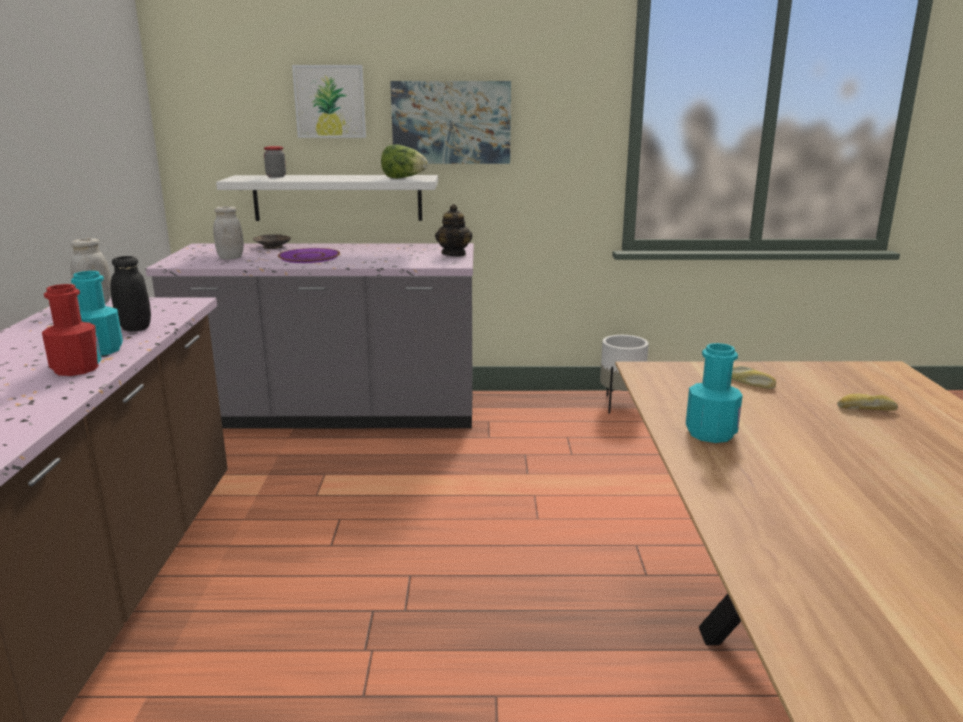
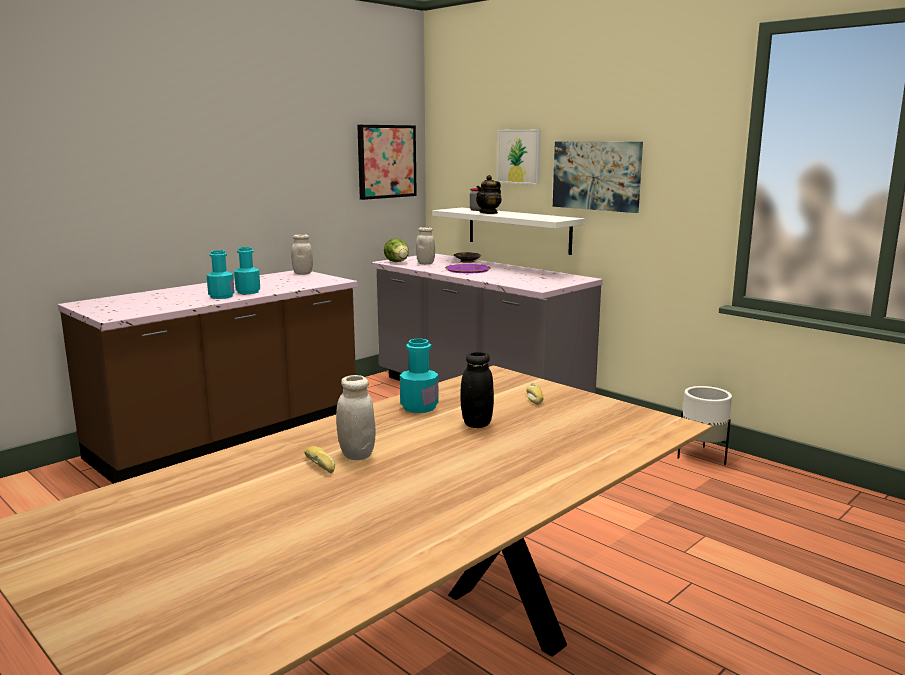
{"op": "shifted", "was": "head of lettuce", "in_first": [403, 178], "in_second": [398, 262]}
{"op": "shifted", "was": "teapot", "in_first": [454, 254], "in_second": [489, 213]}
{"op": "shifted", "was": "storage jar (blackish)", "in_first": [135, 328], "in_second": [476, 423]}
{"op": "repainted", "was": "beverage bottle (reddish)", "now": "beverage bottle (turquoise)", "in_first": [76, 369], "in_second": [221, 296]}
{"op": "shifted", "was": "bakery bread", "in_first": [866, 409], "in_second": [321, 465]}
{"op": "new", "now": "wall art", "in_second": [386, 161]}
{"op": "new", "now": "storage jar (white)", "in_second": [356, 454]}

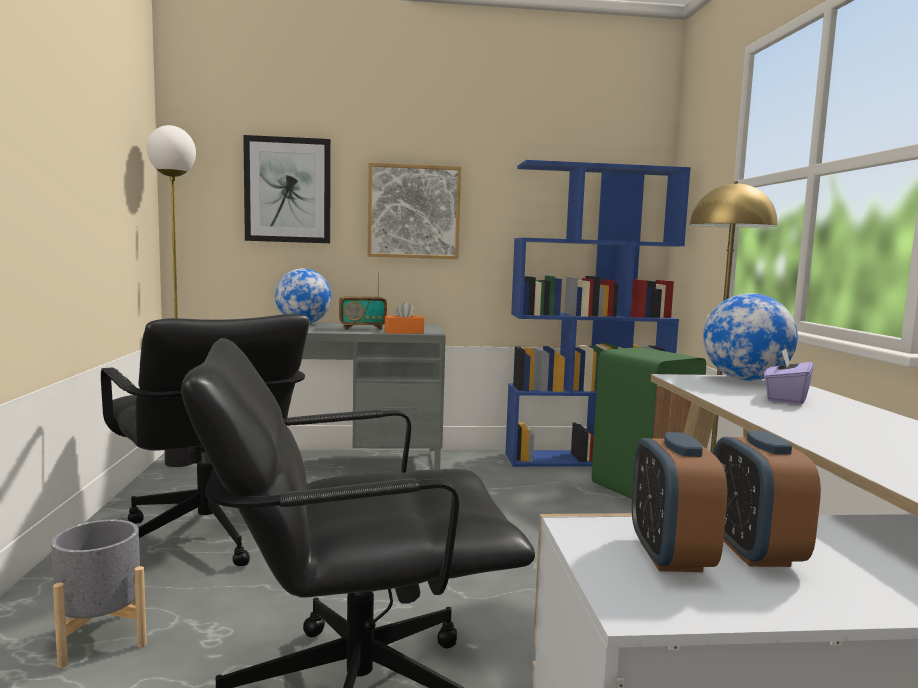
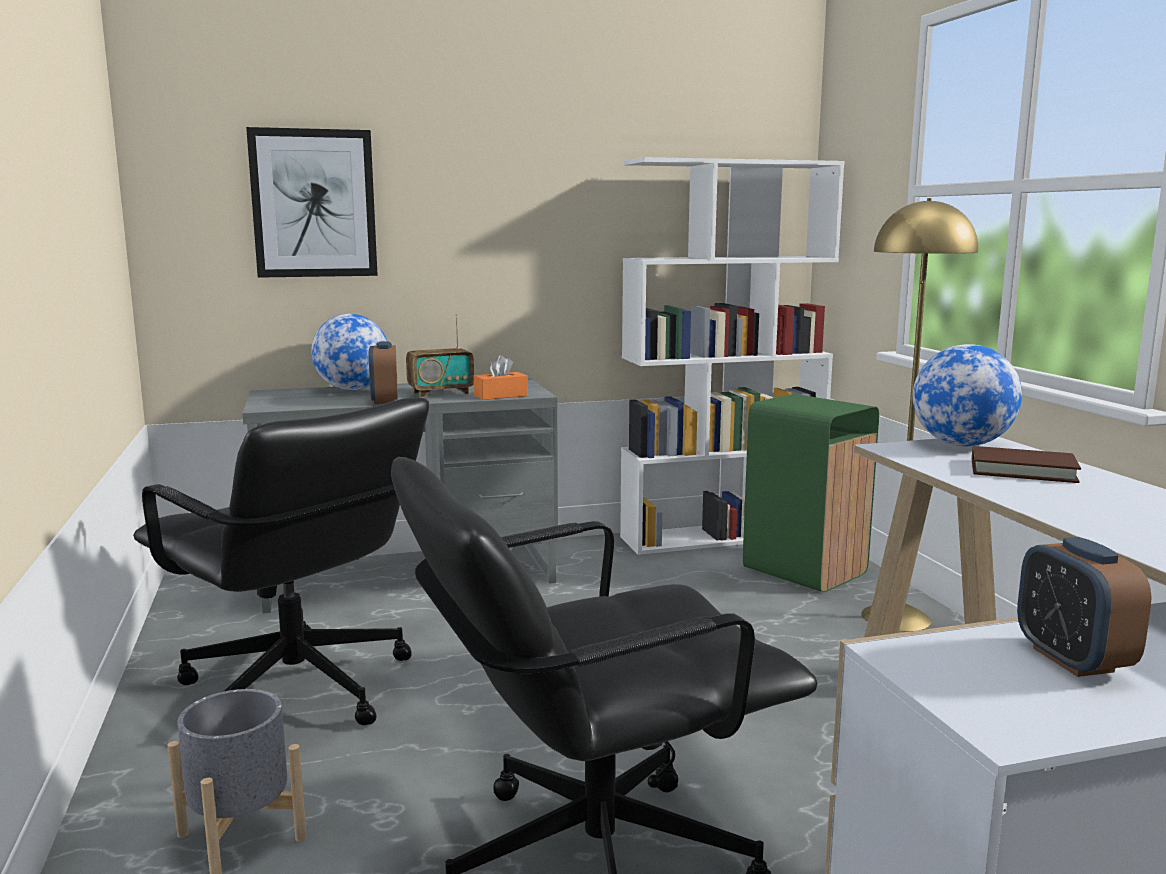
{"op": "gone", "was": "floor lamp", "in_first": [179, 462]}
{"op": "repainted", "was": "bookcase (blue-coloured)", "now": "bookcase (white)", "in_first": [585, 459], "in_second": [721, 536]}
{"op": "gone", "was": "wall art", "in_first": [414, 212]}
{"op": "swapped", "was": "box of tissues (purple-coloured)", "now": "volume (brown-coloured)", "in_first": [785, 398], "in_second": [1022, 470]}
{"op": "shifted", "was": "table clock", "in_first": [670, 556], "in_second": [384, 401]}

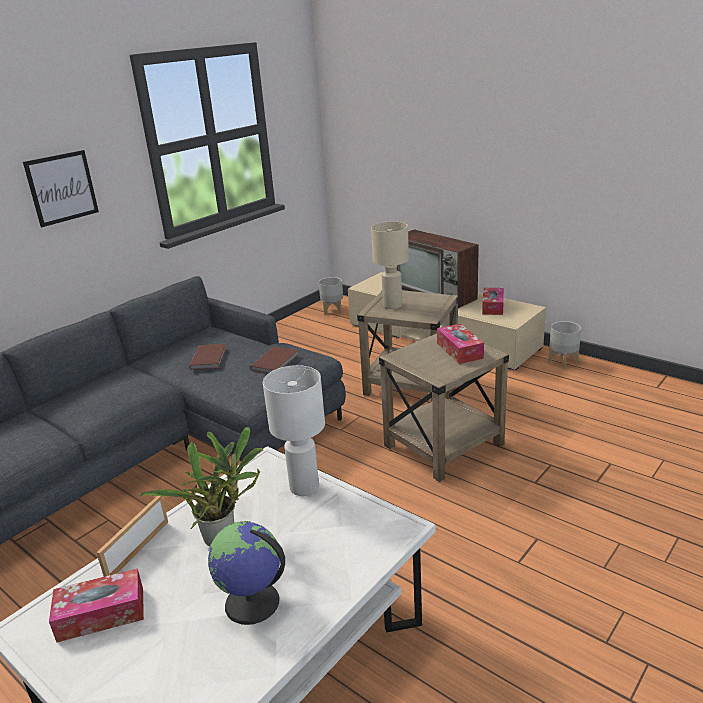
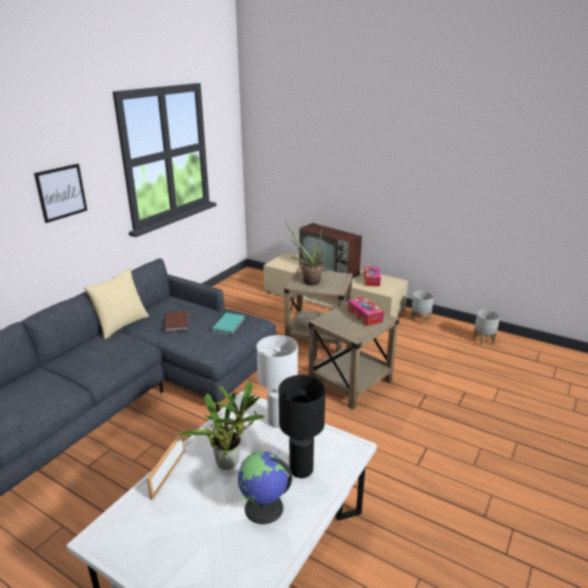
{"op": "swapped", "was": "table lamp (beige)", "now": "plant in a pot", "in_first": [392, 305], "in_second": [308, 281]}
{"op": "shifted", "was": "plant pot (grey)", "in_first": [332, 310], "in_second": [483, 340]}
{"op": "repainted", "was": "volume (brown-coloured)", "now": "volume (turquoise)", "in_first": [276, 362], "in_second": [229, 325]}
{"op": "gone", "was": "box of tissues", "in_first": [101, 614]}
{"op": "new", "now": "pillow", "in_second": [121, 324]}
{"op": "new", "now": "table lamp (blackish)", "in_second": [301, 469]}

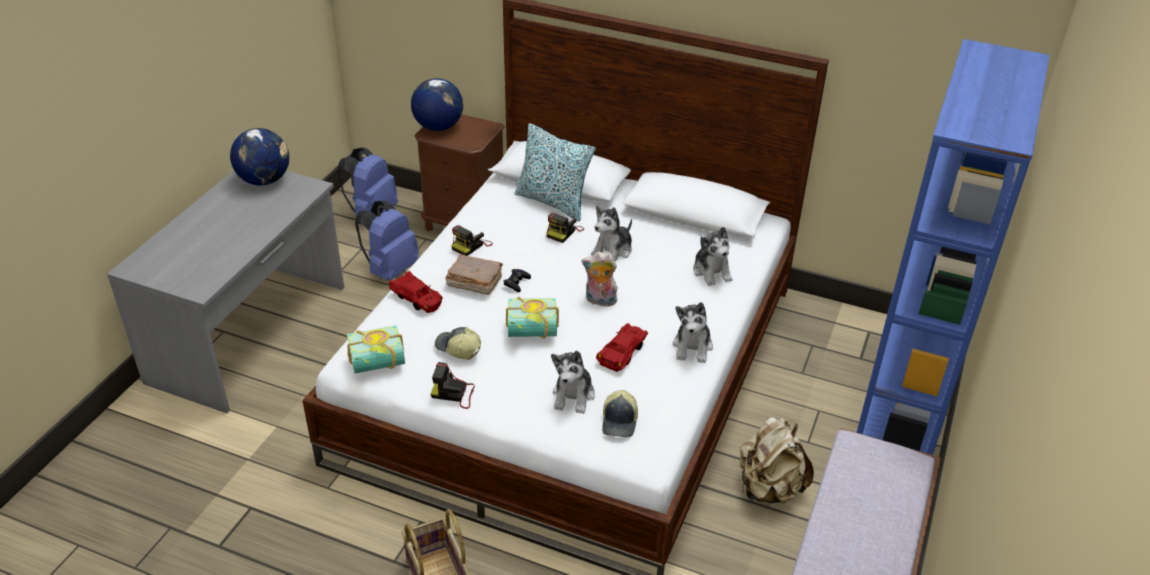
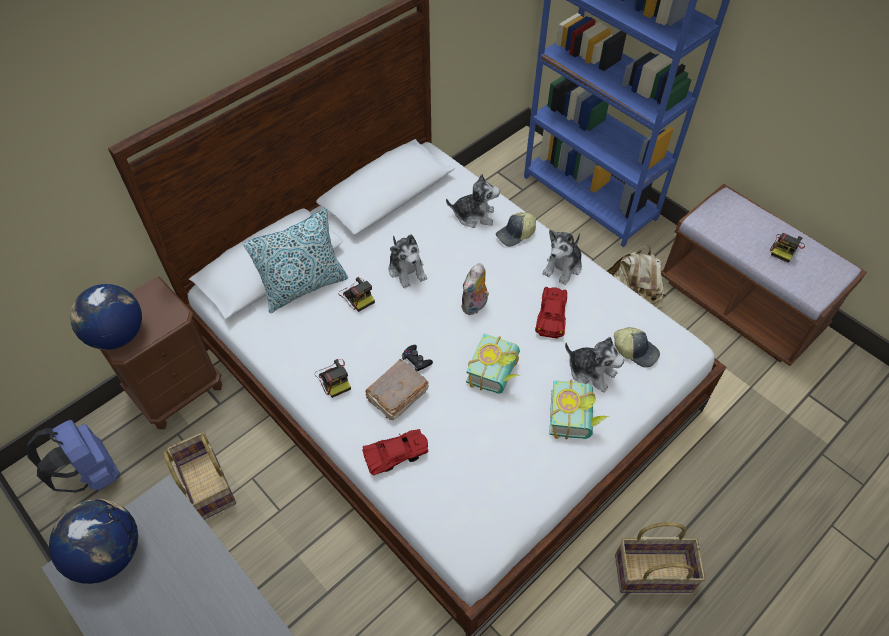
{"op": "swapped", "was": "rucksack (blue-coloured)", "now": "household basket", "in_first": [390, 269], "in_second": [206, 485]}
{"op": "rotated", "was": "soft toy", "in_first": [692, 347], "in_second": [563, 267], "clockwise": 90}
{"op": "rotated", "was": "miniature car (reddish)", "in_first": [623, 352], "in_second": [551, 316], "clockwise": 45}
{"op": "shifted", "was": "volume", "in_first": [378, 365], "in_second": [576, 417]}
{"op": "shifted", "was": "cap", "in_first": [457, 348], "in_second": [516, 234]}
{"op": "shifted", "was": "photo camera", "in_first": [454, 394], "in_second": [785, 248]}

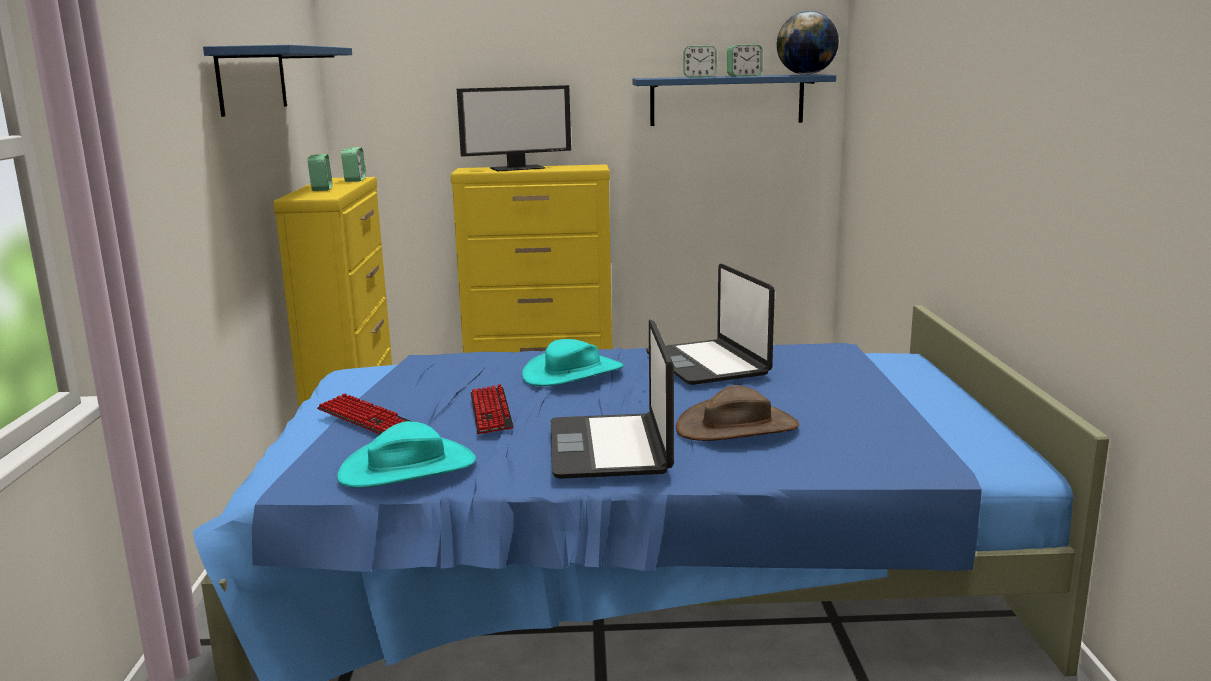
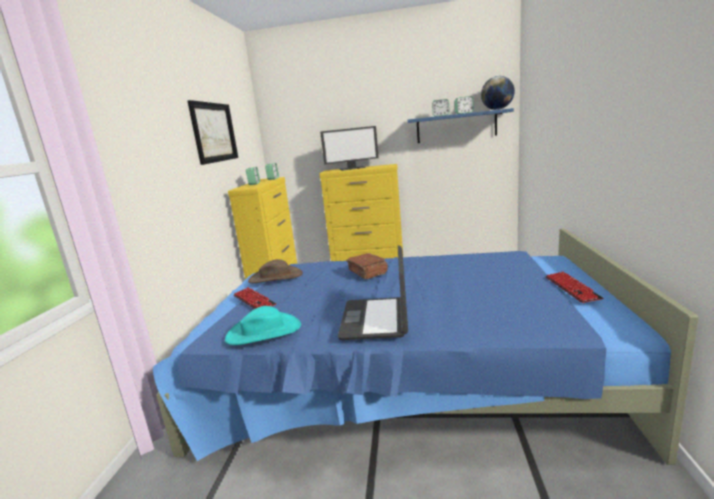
{"op": "swapped", "was": "wall shelf (blue-coloured)", "now": "wall art", "in_first": [252, 79], "in_second": [214, 132]}
{"op": "gone", "was": "notebook computer", "in_first": [708, 364]}
{"op": "swapped", "was": "clothing hat (turquoise)", "now": "volume (brown-coloured)", "in_first": [573, 373], "in_second": [367, 272]}
{"op": "shifted", "was": "PC keyboard", "in_first": [491, 412], "in_second": [572, 288]}
{"op": "shifted", "was": "clothing hat (brown-coloured)", "in_first": [737, 427], "in_second": [275, 277]}

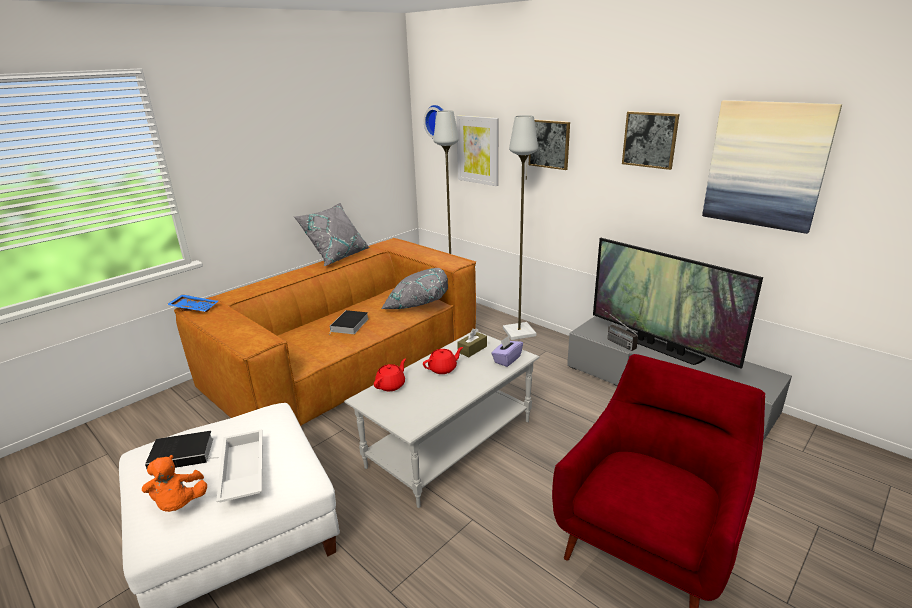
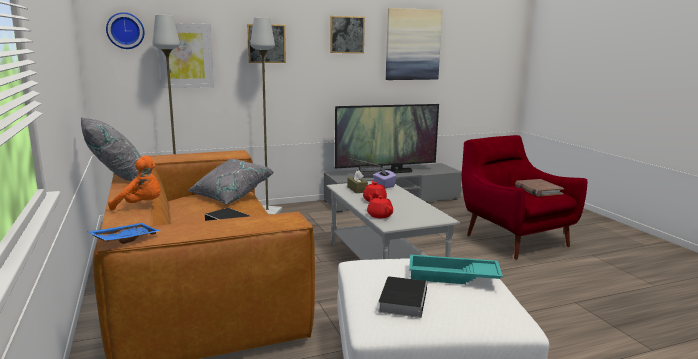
{"op": "repainted", "was": "tray (white)", "now": "tray (turquoise)", "in_first": [242, 472], "in_second": [452, 276]}
{"op": "shifted", "was": "soft toy (orange-coloured)", "in_first": [179, 504], "in_second": [141, 206]}
{"op": "new", "now": "volume (brown-coloured)", "in_second": [538, 190]}

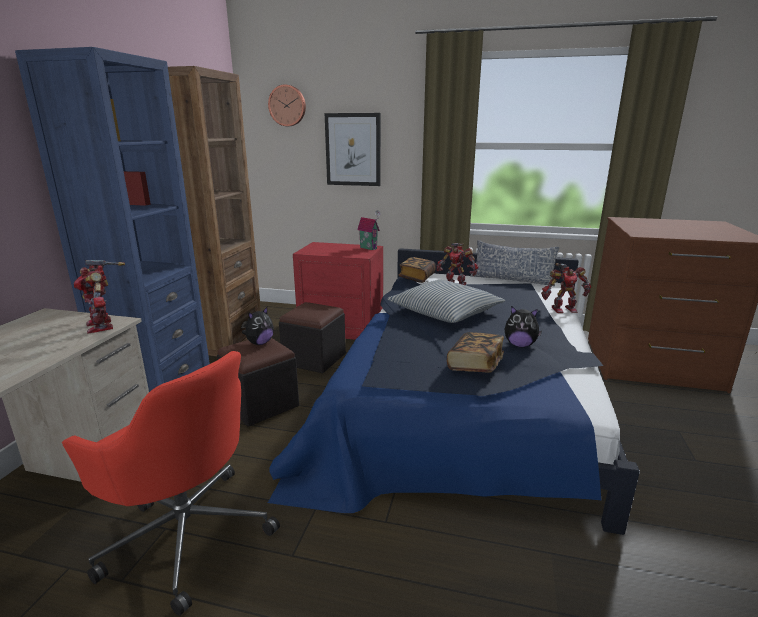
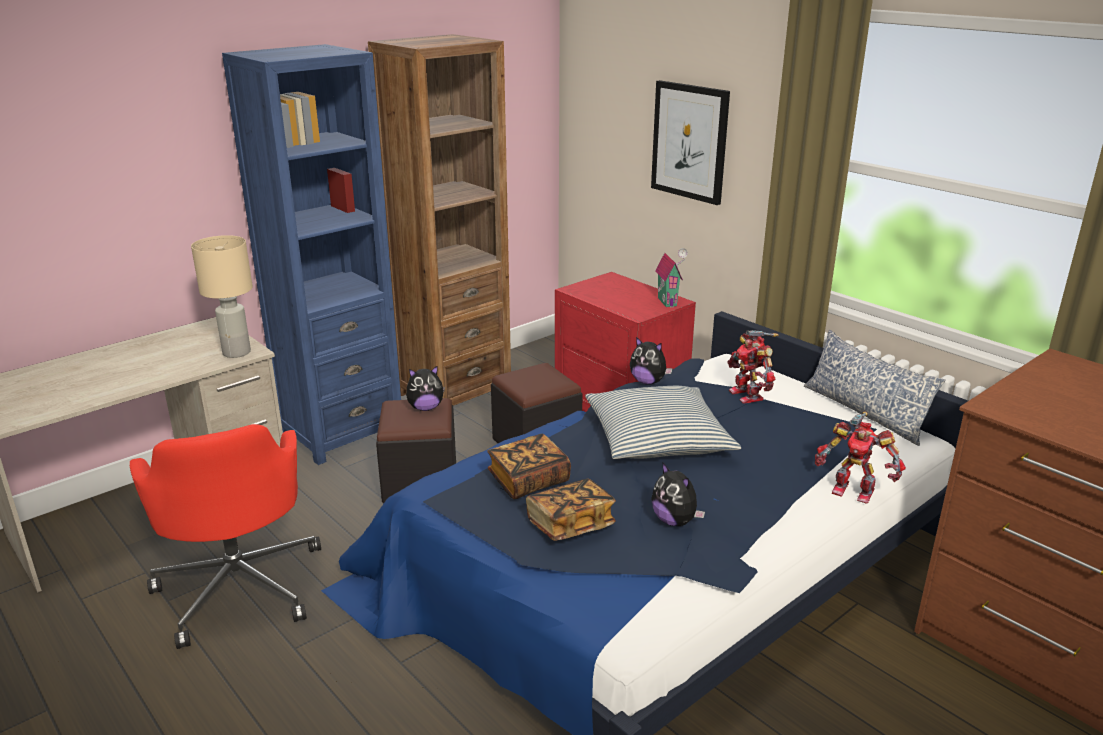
{"op": "gone", "was": "clock on the wall", "in_first": [287, 105]}
{"op": "shifted", "was": "volume", "in_first": [417, 277], "in_second": [528, 480]}
{"op": "swapped", "was": "robot figure", "now": "table lamp (beige)", "in_first": [103, 325], "in_second": [237, 353]}
{"op": "new", "now": "soft toy", "in_second": [648, 382]}

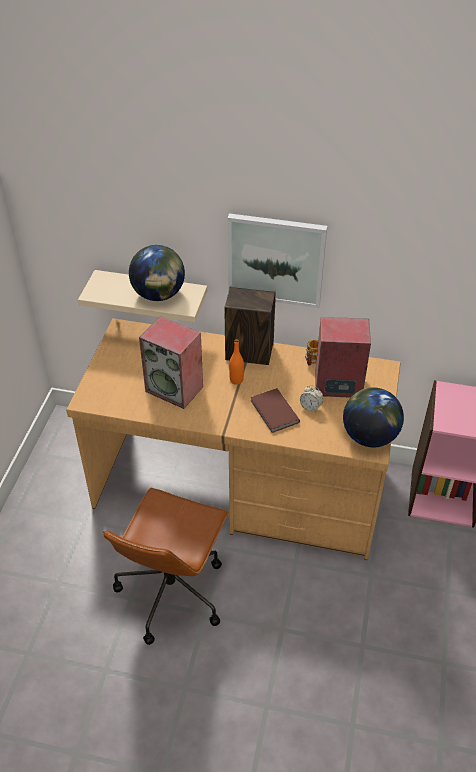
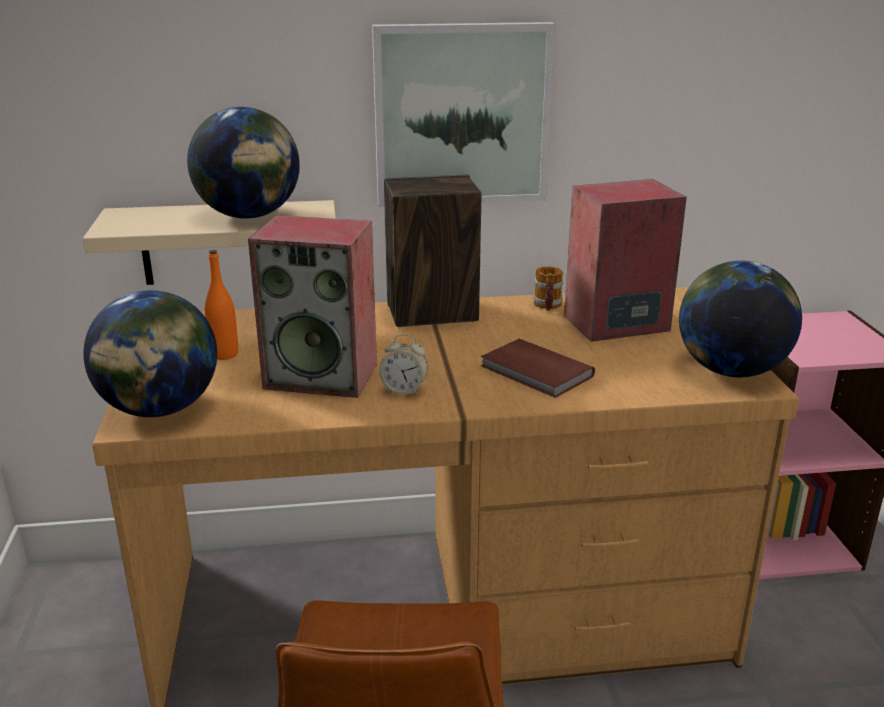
{"op": "shifted", "was": "beverage bottle (orange-coloured)", "in_first": [236, 380], "in_second": [224, 354]}
{"op": "shifted", "was": "table clock", "in_first": [310, 407], "in_second": [404, 390]}
{"op": "new", "now": "world globe", "in_second": [160, 409]}

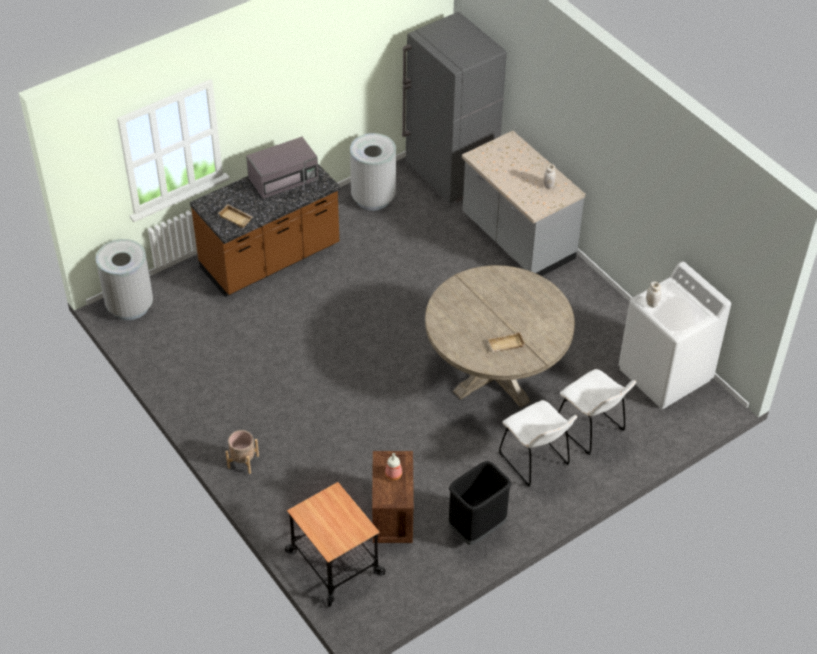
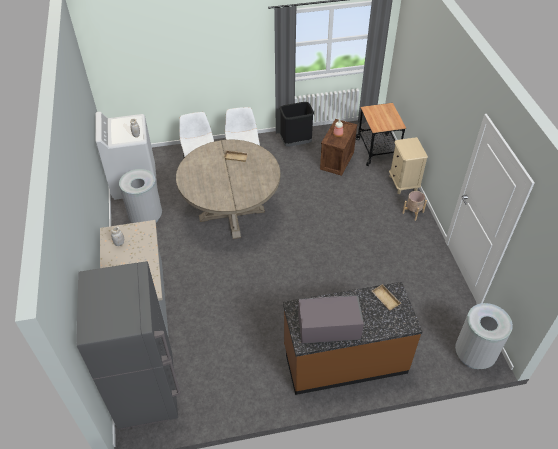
{"op": "shifted", "was": "rubbish bin (grey)", "in_first": [373, 198], "in_second": [146, 217]}
{"op": "new", "now": "night table (beige)", "in_second": [403, 183]}

